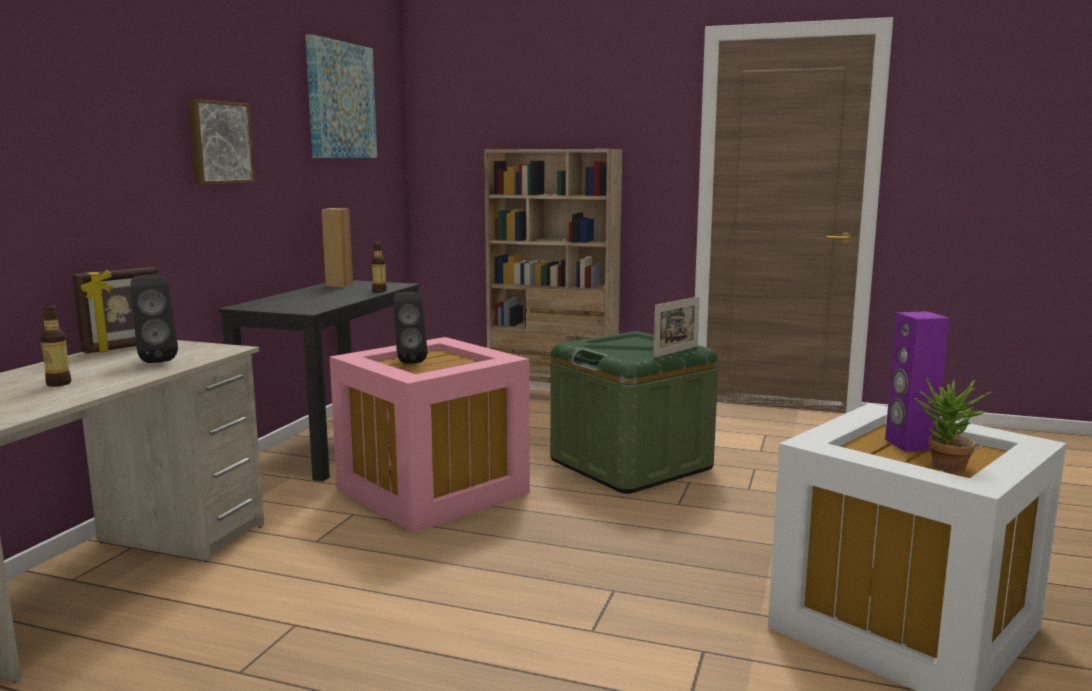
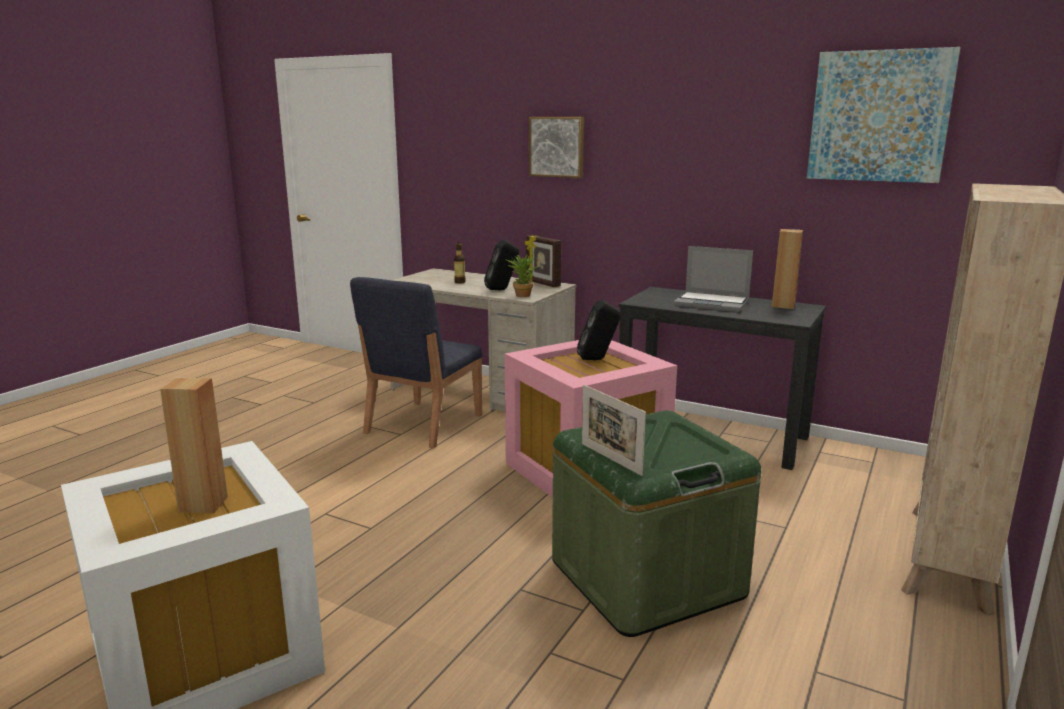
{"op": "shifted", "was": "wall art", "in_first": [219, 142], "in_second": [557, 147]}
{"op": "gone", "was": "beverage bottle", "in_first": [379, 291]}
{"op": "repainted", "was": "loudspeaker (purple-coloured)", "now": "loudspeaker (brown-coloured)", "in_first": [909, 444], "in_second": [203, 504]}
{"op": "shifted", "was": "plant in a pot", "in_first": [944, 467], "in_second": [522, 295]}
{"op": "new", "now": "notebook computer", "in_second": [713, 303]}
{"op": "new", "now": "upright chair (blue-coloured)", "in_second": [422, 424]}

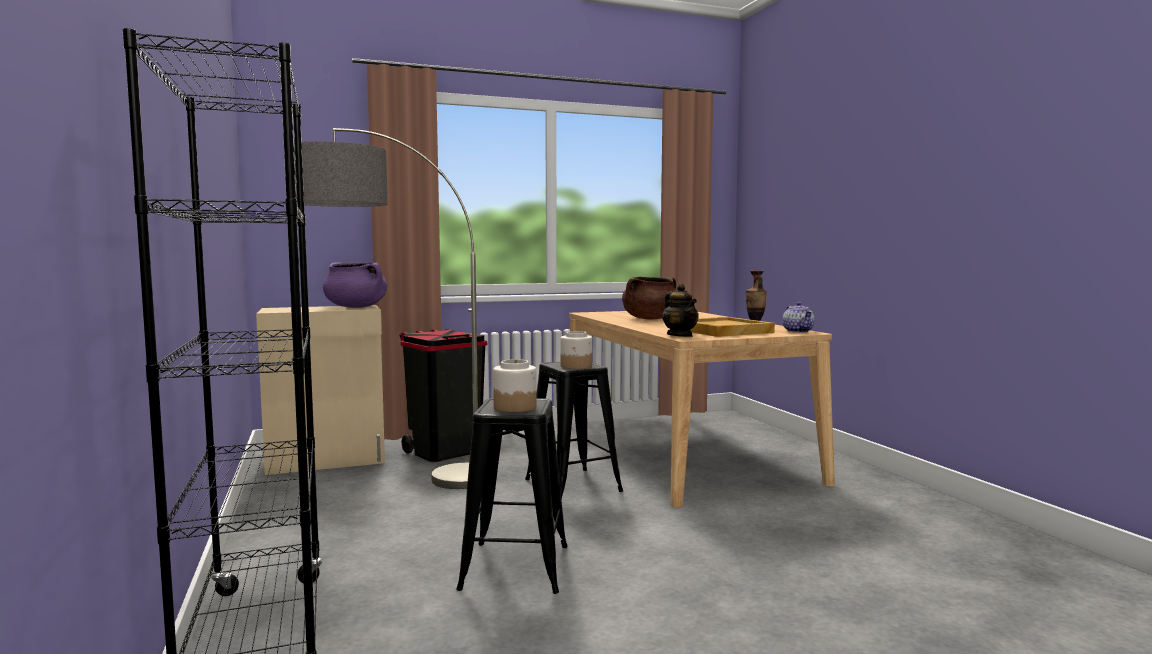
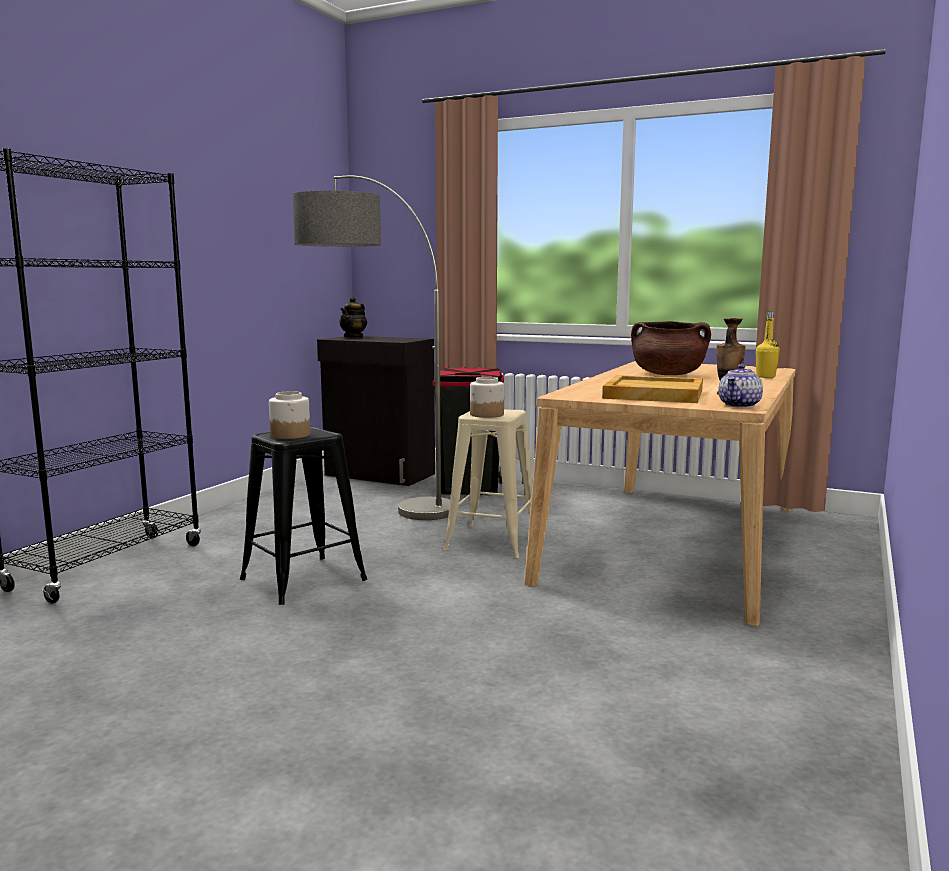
{"op": "gone", "was": "saucepot (purple-coloured)", "in_first": [356, 307]}
{"op": "shifted", "was": "teapot", "in_first": [680, 335], "in_second": [354, 337]}
{"op": "repainted", "was": "cabinet (beige)", "now": "cabinet (blackish)", "in_first": [327, 460], "in_second": [379, 475]}
{"op": "repainted", "was": "sitting stool (blackish)", "now": "sitting stool (beige)", "in_first": [573, 485], "in_second": [492, 541]}
{"op": "new", "now": "beverage bottle (yellow)", "in_second": [765, 377]}

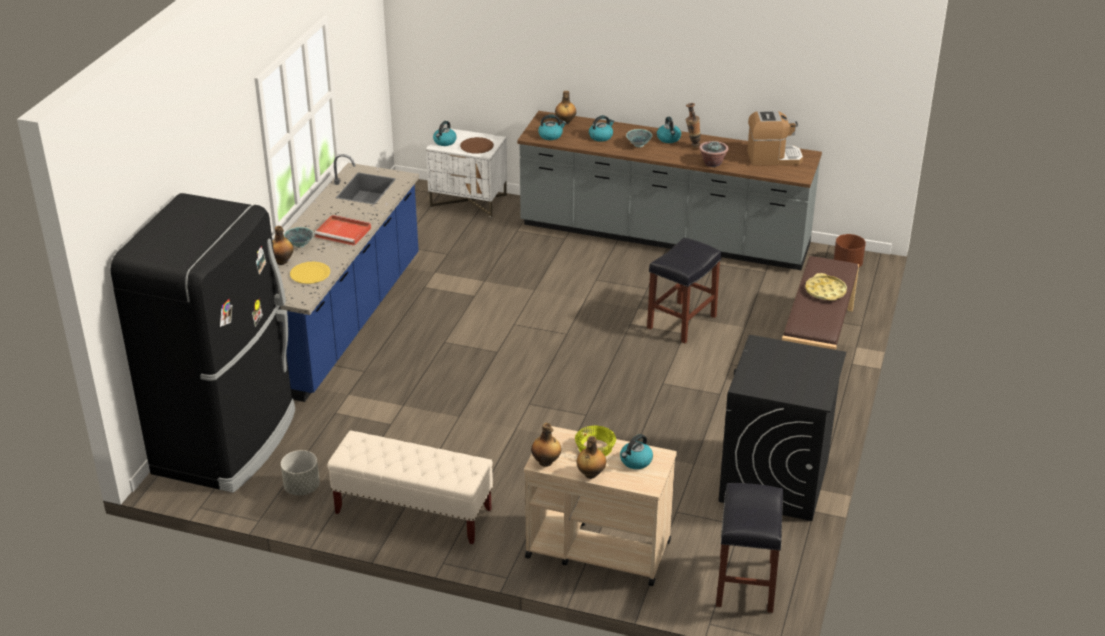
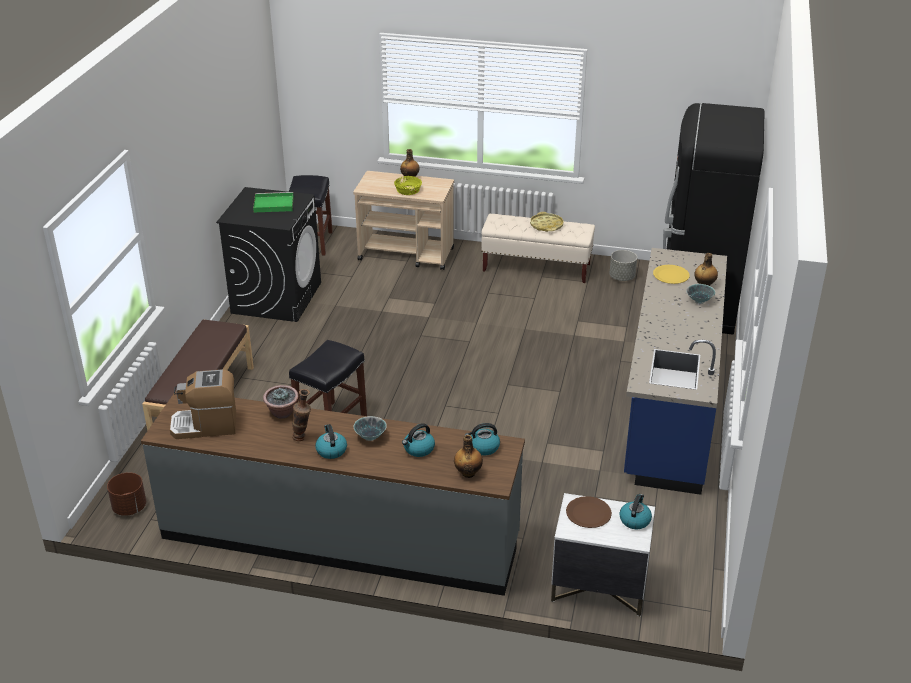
{"op": "gone", "was": "tray (reddish)", "in_first": [344, 232]}
{"op": "shifted", "was": "tray (yellow)", "in_first": [825, 291], "in_second": [546, 225]}
{"op": "gone", "was": "beverage bottle", "in_first": [546, 462]}
{"op": "gone", "was": "tea kettle", "in_first": [635, 461]}
{"op": "new", "now": "tray (green-coloured)", "in_second": [272, 204]}

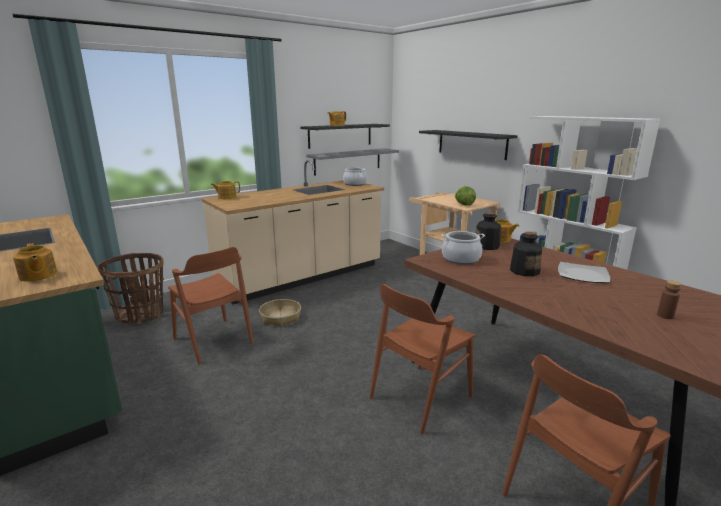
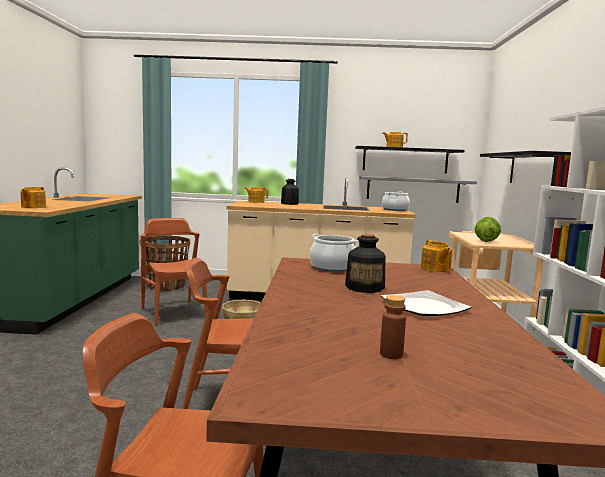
{"op": "shifted", "was": "beverage bottle", "in_first": [486, 246], "in_second": [289, 203]}
{"op": "rotated", "was": "upright chair (brown-coloured)", "in_first": [213, 341], "in_second": [174, 313], "clockwise": 150}

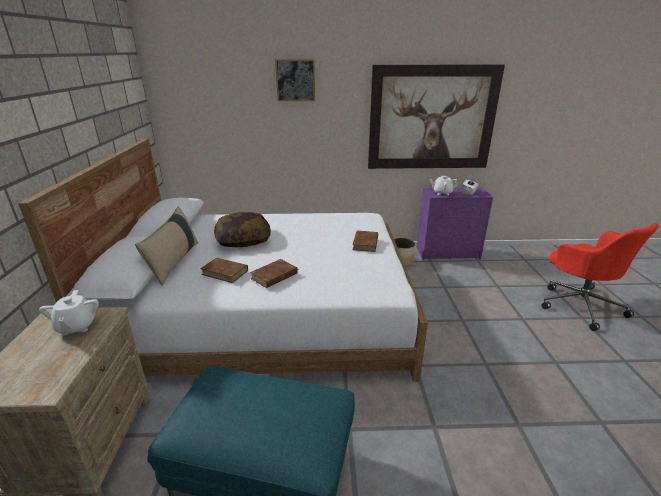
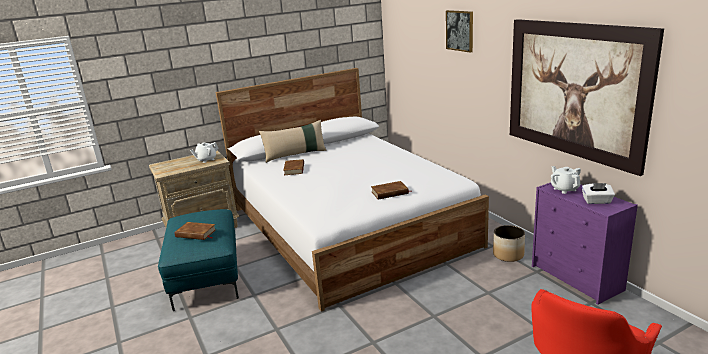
{"op": "gone", "was": "pillow", "in_first": [243, 239]}
{"op": "shifted", "was": "volume (brown-coloured)", "in_first": [274, 276], "in_second": [196, 233]}

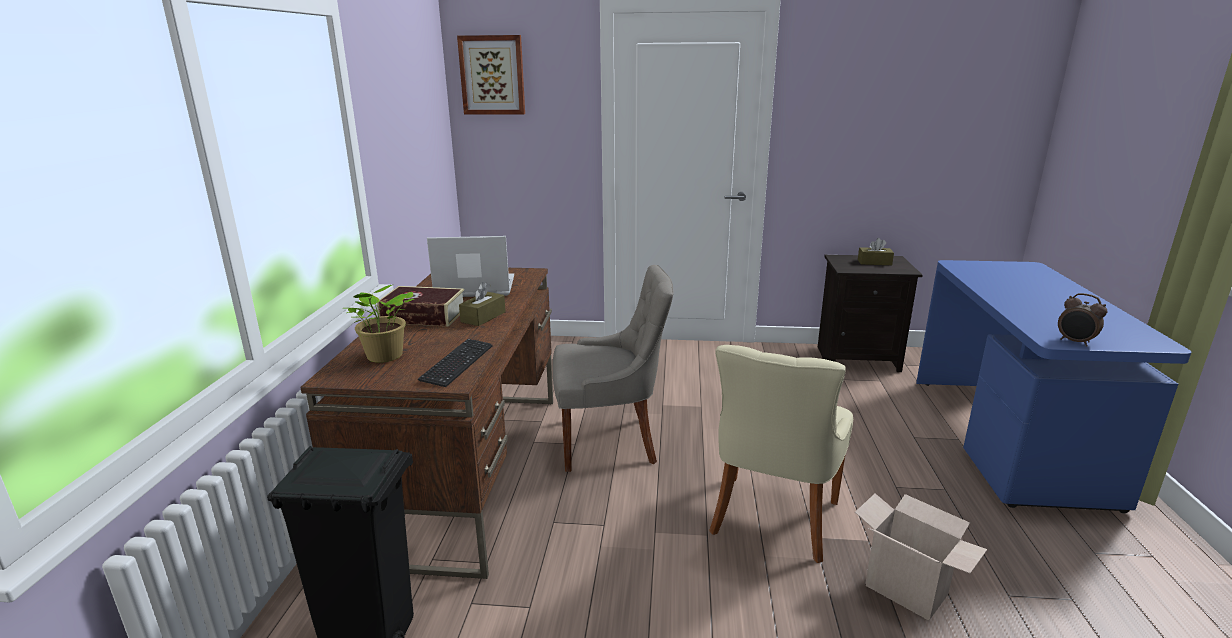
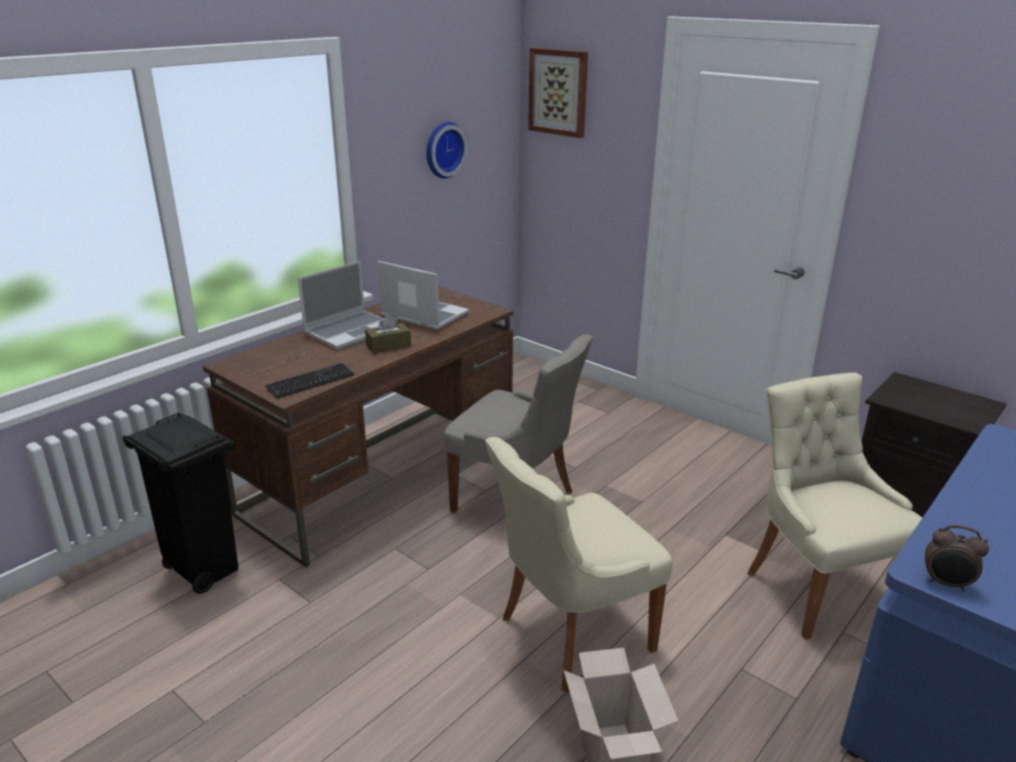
{"op": "gone", "was": "box of tissues (brown-coloured)", "in_first": [874, 262]}
{"op": "gone", "was": "plant in a pot", "in_first": [384, 357]}
{"op": "swapped", "was": "volume", "now": "notebook computer", "in_first": [423, 316], "in_second": [350, 331]}
{"op": "rotated", "was": "table clock", "in_first": [1075, 342], "in_second": [946, 584], "clockwise": -60}
{"op": "new", "now": "clock on the wall", "in_second": [443, 149]}
{"op": "new", "now": "upright chair (beige)", "in_second": [817, 588]}

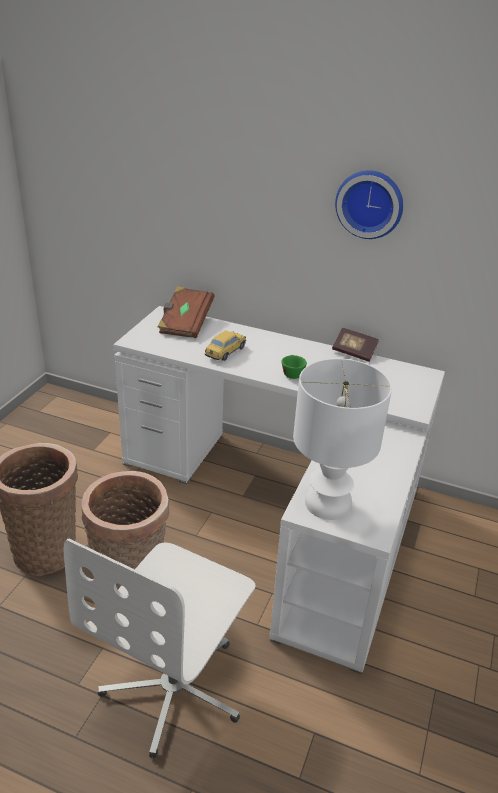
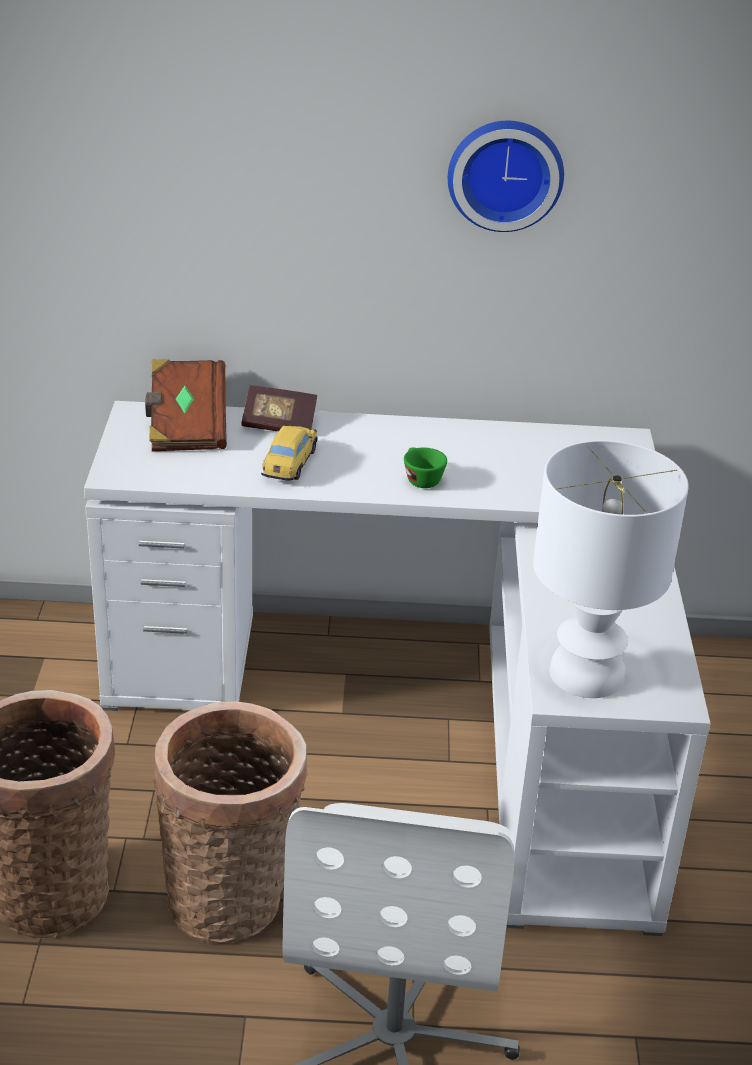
{"op": "shifted", "was": "volume", "in_first": [354, 352], "in_second": [279, 424]}

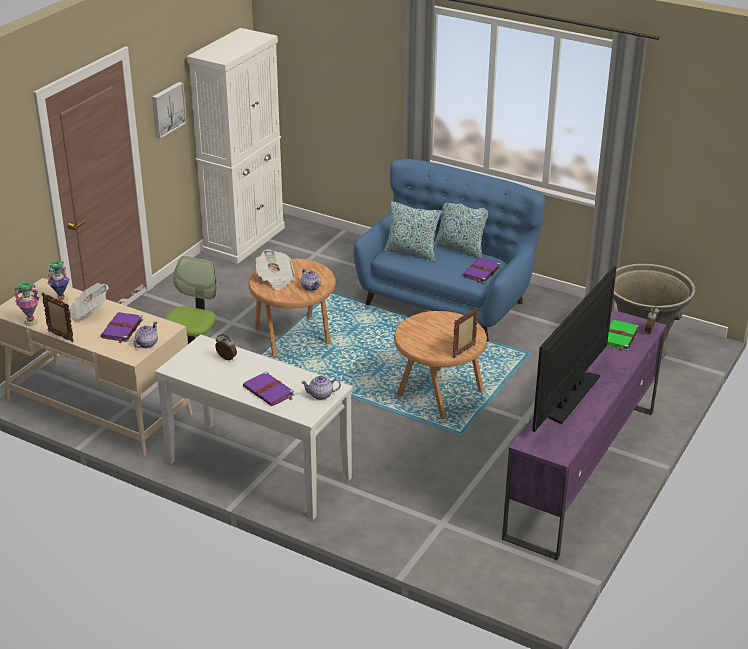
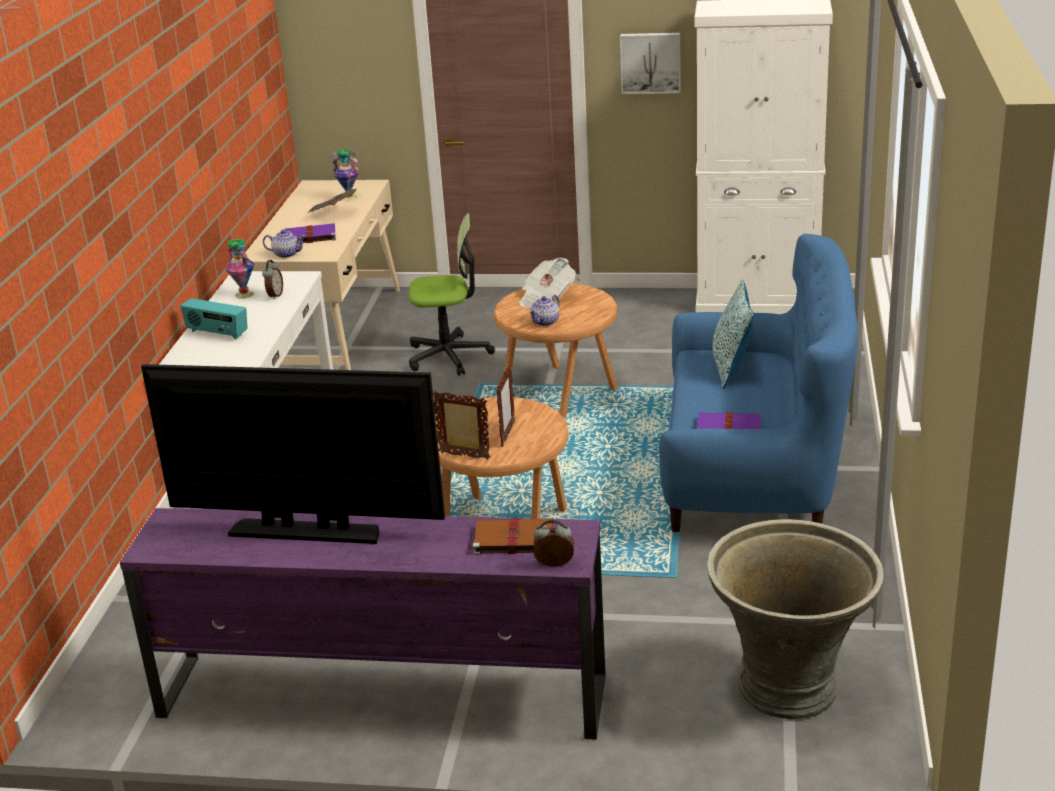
{"op": "gone", "was": "pillow", "in_first": [460, 249]}
{"op": "shifted", "was": "decorative vase", "in_first": [31, 321], "in_second": [245, 294]}
{"op": "shifted", "was": "standing frame", "in_first": [60, 337], "in_second": [507, 434]}
{"op": "repainted", "was": "volume (green-coloured)", "now": "volume (brown-coloured)", "in_first": [619, 337], "in_second": [512, 539]}
{"op": "swapped", "was": "volume (purple-coloured)", "now": "radio set", "in_first": [269, 391], "in_second": [217, 333]}
{"op": "gone", "was": "teapot", "in_first": [321, 395]}

